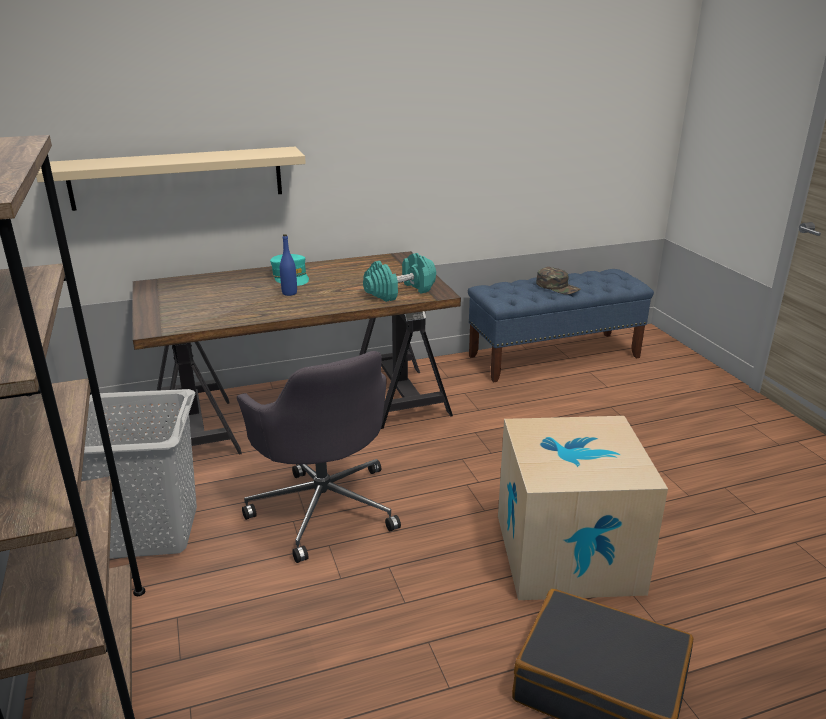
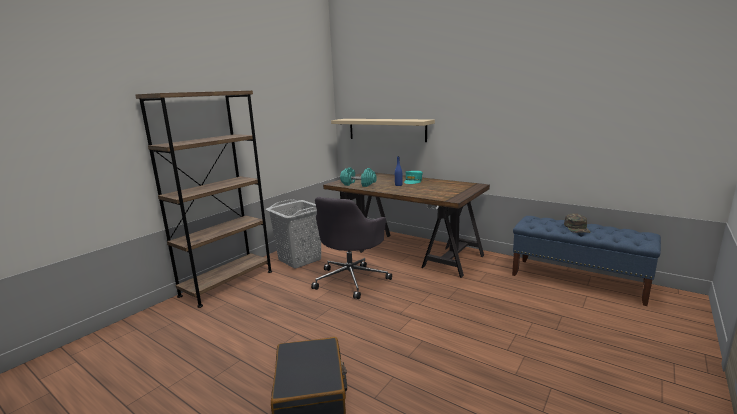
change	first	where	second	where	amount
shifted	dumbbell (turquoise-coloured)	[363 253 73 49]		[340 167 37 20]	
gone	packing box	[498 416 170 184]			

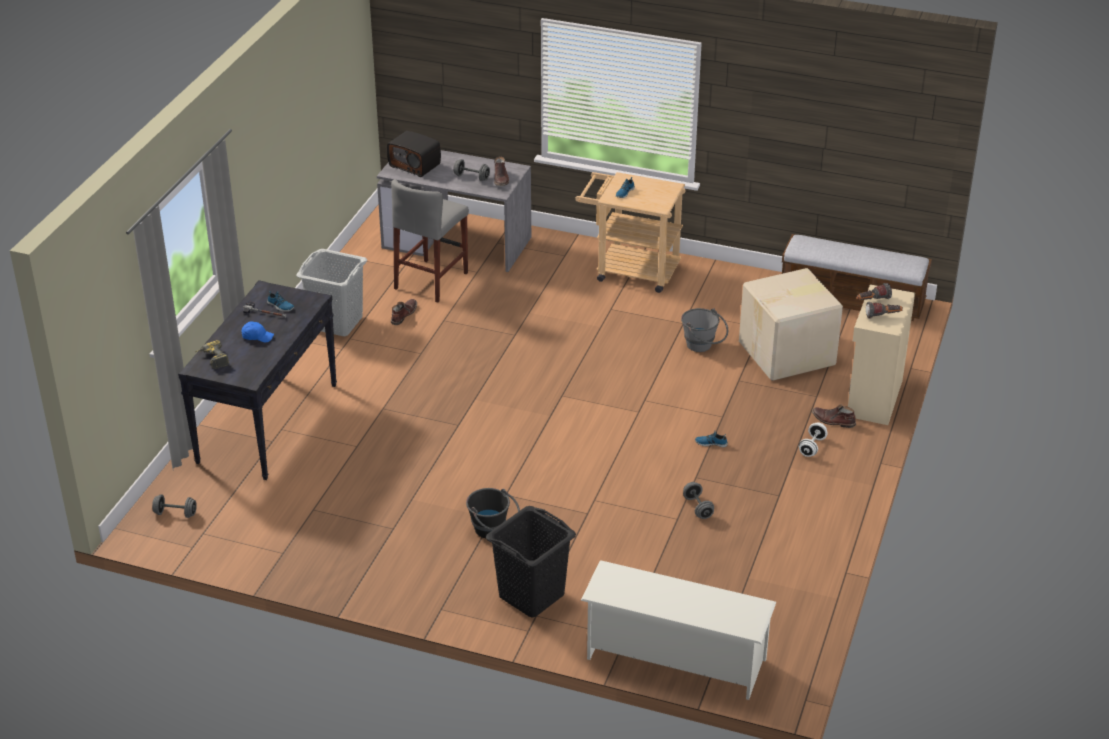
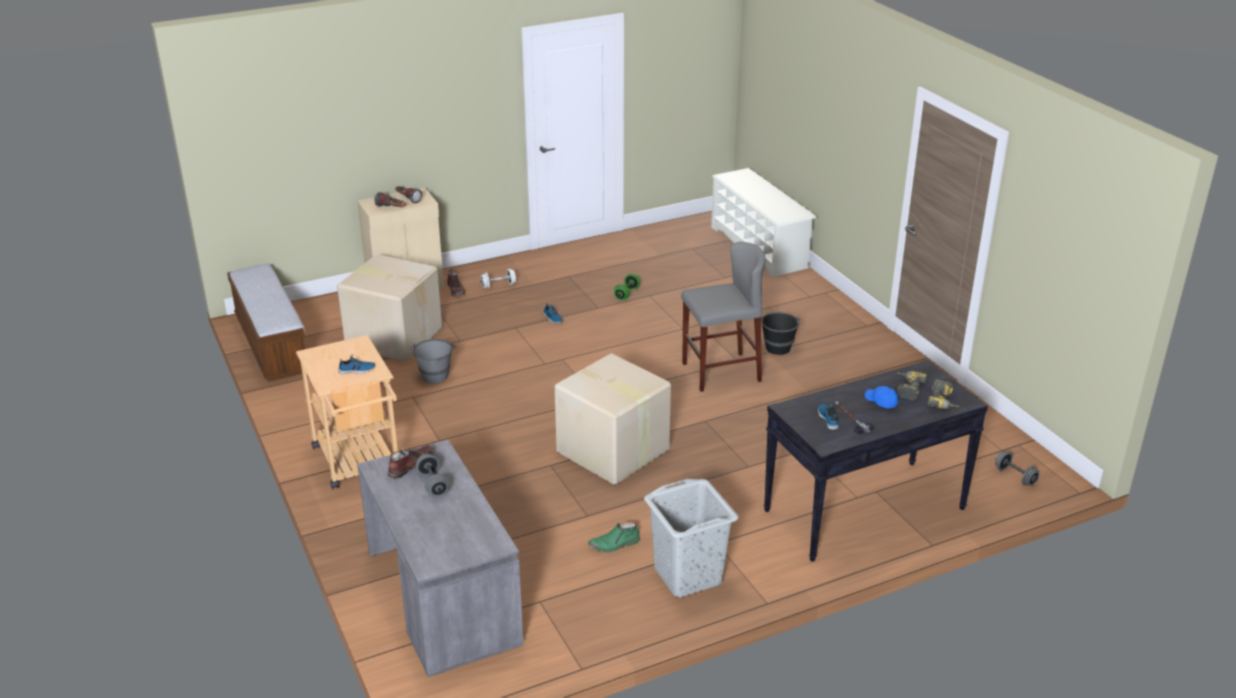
change	first	where	second	where	amount
new			packing box	[555 353 116 132]	
repainted	high-top boot (brownish)	[391 299 26 26]	high-top boot (greenish)	[588 522 52 30]	
repainted	dumbbell (greyish)	[683 482 31 37]	dumbbell (greenish)	[614 274 26 26]	
shifted	stool (greyish)	[391 179 78 123]		[681 242 85 150]	
new			drill	[897 371 30 29]	
gone	radio set	[387 131 54 46]			
gone	laundry basket (black-coloured)	[486 506 90 112]			

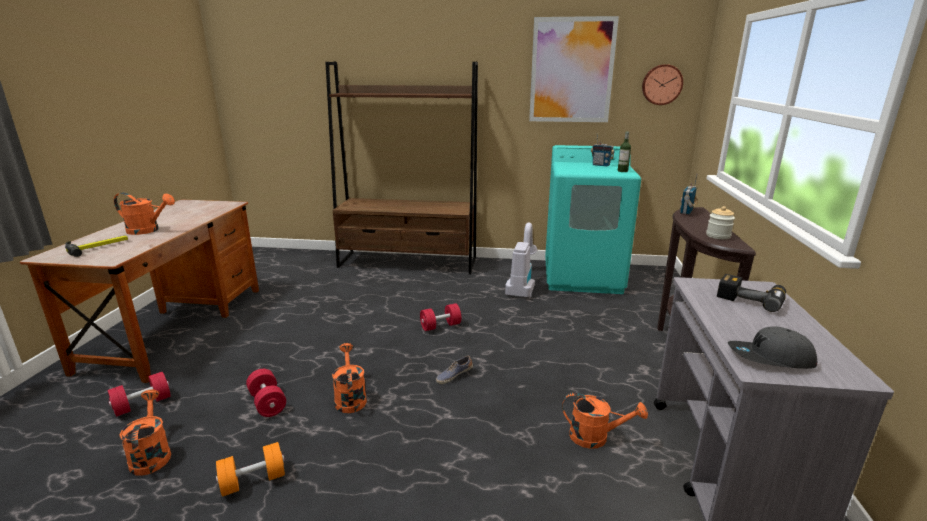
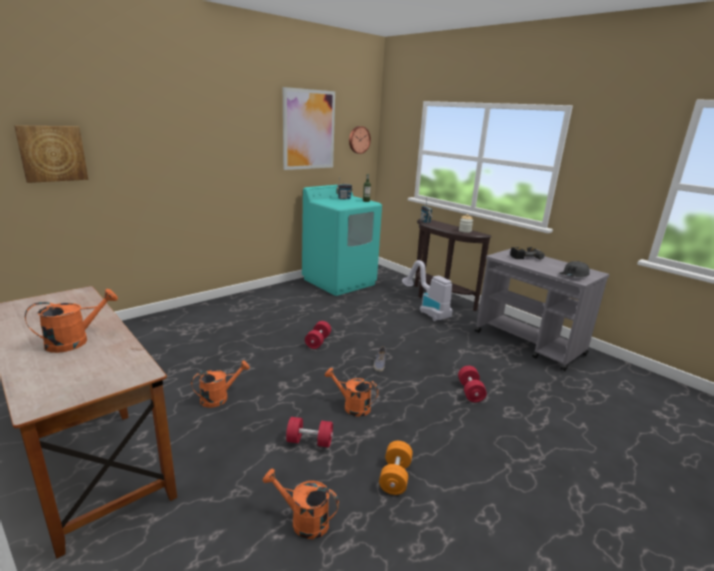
change	first	where	second	where	amount
new			wall art	[14 125 74 58]	
shifted	watering pot (orangey)	[562 392 86 57]		[191 360 59 48]	
shifted	vacuum cleaner	[505 222 32 76]		[402 260 51 61]	
shifted	dumbbell (red-coloured)	[107 372 64 45]		[458 366 29 36]	
gone	tool hammer	[65 235 63 22]			
gone	bookcase (brownish)	[325 61 153 214]			

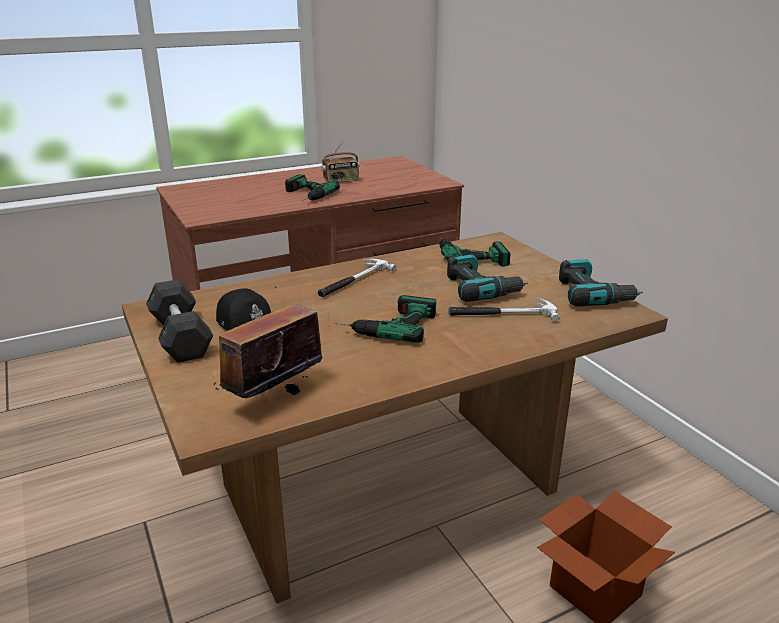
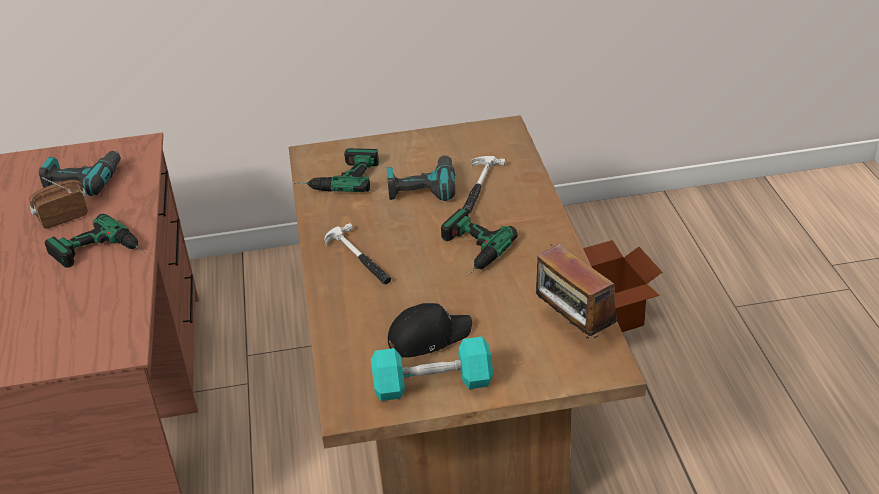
change	first	where	second	where	amount
rotated	radio set	[321 141 39 41]		[29 177 59 52]	120 degrees counterclockwise
shifted	drill	[559 259 84 48]		[39 151 82 45]	
repainted	dumbbell (greyish)	[146 279 67 84]	dumbbell (turquoise-coloured)	[371 337 122 64]	

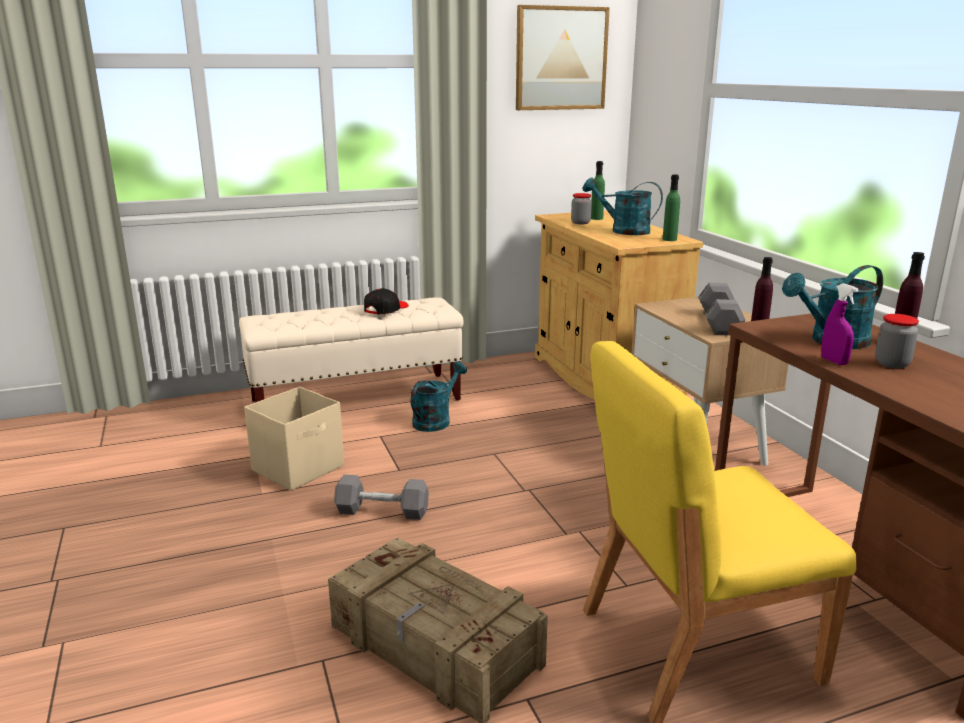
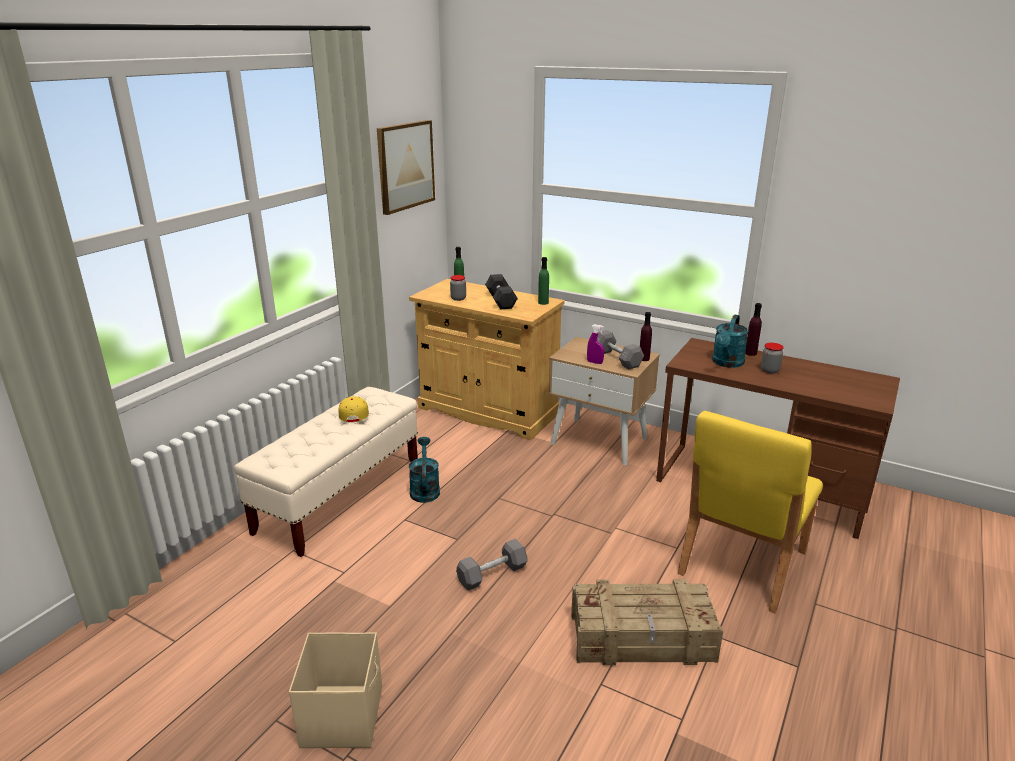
change	first	where	second	where	amount
shifted	storage box (beige)	[244 387 100 104]		[289 632 93 116]	
repainted	cap (black-coloured)	[364 289 45 25]	cap (yellow)	[339 396 30 26]	
swapped	watering pot (turquoise-coloured)	[583 178 80 57]	dumbbell (black-coloured)	[485 274 33 36]	
shifted	sprayer (purple)	[821 283 38 82]		[587 324 17 40]	

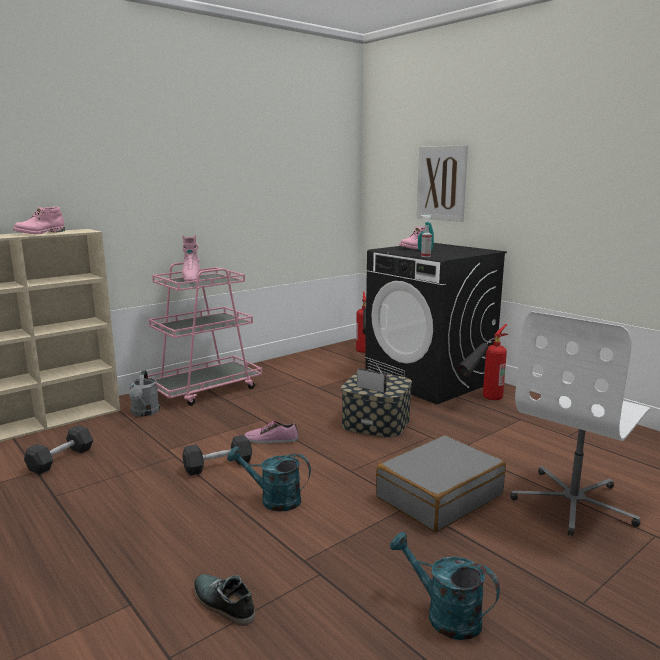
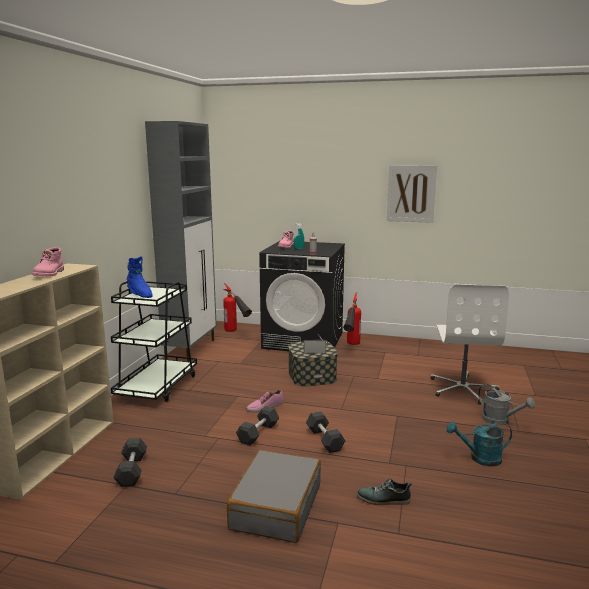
change	first	where	second	where	amount
repainted	trolley (pink-coloured)	[148 262 114 144]	trolley (black-coloured)	[111 281 86 121]	
repainted	high-top boot (pink-coloured)	[182 235 18 47]	high-top boot (blue-coloured)	[127 256 26 42]	
new			cupboard (greyish)	[145 121 72 241]	
shifted	piece of luggage (greyish)	[376 435 130 97]		[227 450 94 93]	
swapped	watering pot (turquoise-coloured)	[227 446 84 65]	dumbbell (greyish)	[306 411 39 42]	
shifted	wall art	[416 145 52 77]		[387 165 50 58]	
shifted	watering pot (greyish)	[129 370 31 46]		[478 384 57 40]	

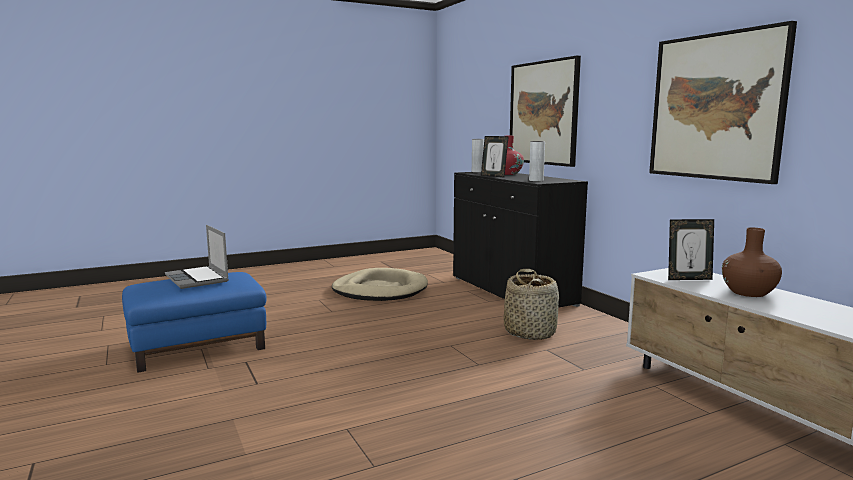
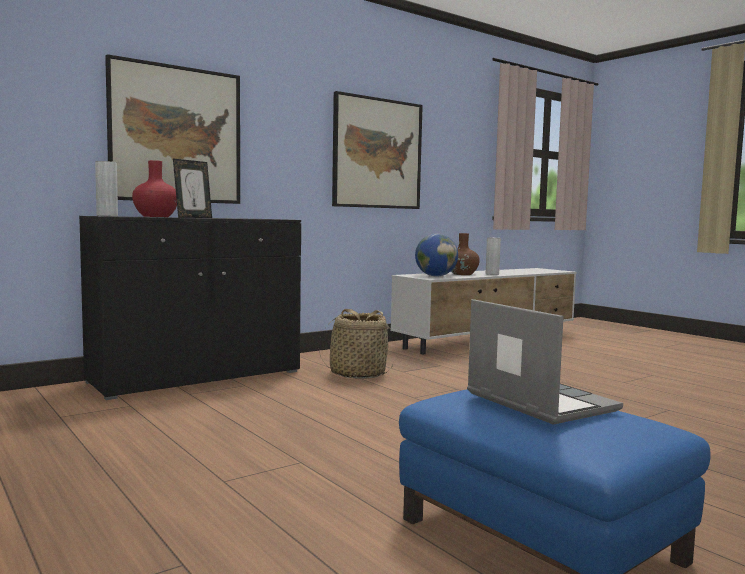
change	first	where	second	where	amount
swapped	standing frame	[668 219 46 61]	world globe	[415 233 43 44]	
rotated	laptop	[165 225 64 64]		[467 299 156 126]	75 degrees counterclockwise
shifted	decorative vase (greyish)	[529 141 16 41]		[486 238 15 37]	
gone	dog bed (beige)	[332 268 96 33]			

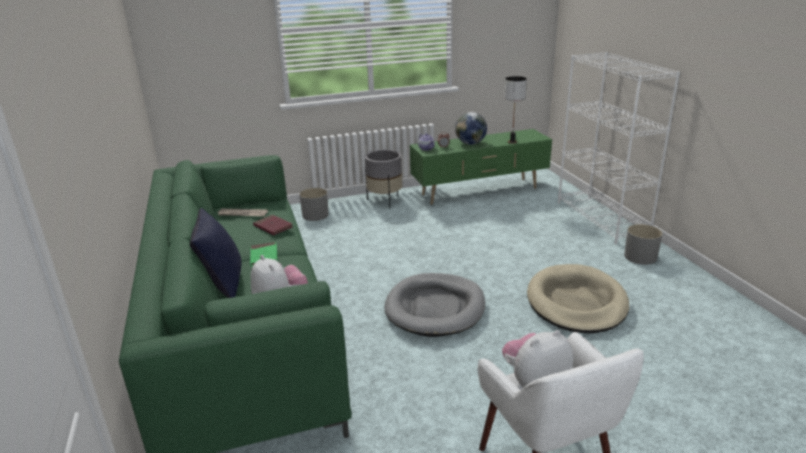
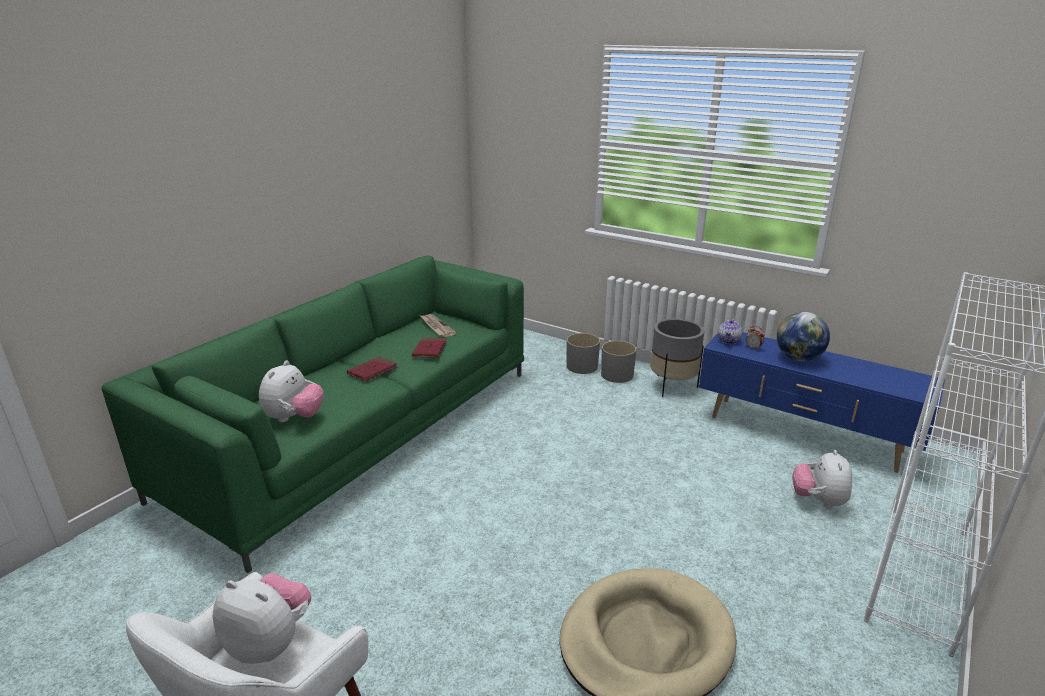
change	first	where	second	where	amount
repainted	book (greenish)	[250 242 28 24]	book (red-coloured)	[347 357 51 25]	
shifted	flower pot (greyish)	[624 224 38 41]		[601 341 35 42]	
repainted	tv stand (greenish)	[410 129 143 76]	tv stand (blue-coloured)	[699 332 246 141]	
new			cuddly toy	[792 450 60 58]	
gone	throw pillow (blue-coloured)	[190 208 52 90]			
gone	dog bed (greyish)	[384 273 101 64]			
gone	lamp for a table	[504 76 23 68]			

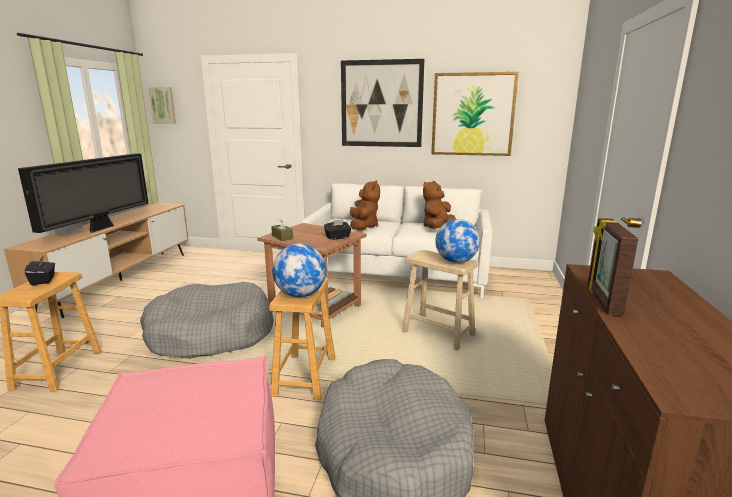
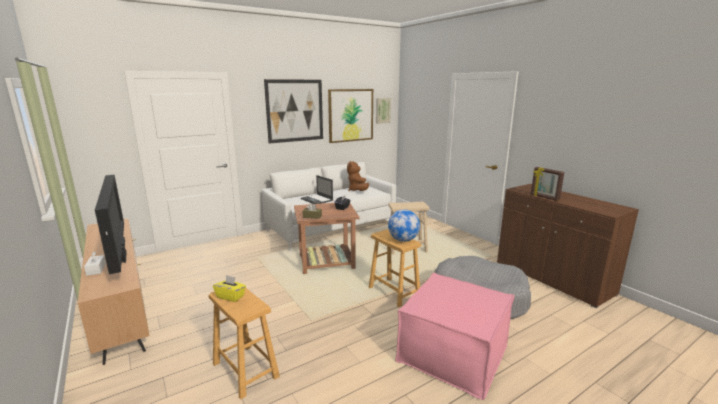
change	first	where	second	where	amount
repainted	tissue box (black-coloured)	[25 256 30 29]	tissue box (yellow)	[213 275 33 27]	
swapped	cuddly toy (brownish)	[350 180 30 51]	laptop	[301 175 32 29]	
shifted	wall art	[148 87 28 37]		[376 98 15 26]	
gone	dog bed (greyish)	[140 282 134 77]			
gone	world globe	[435 219 45 44]			

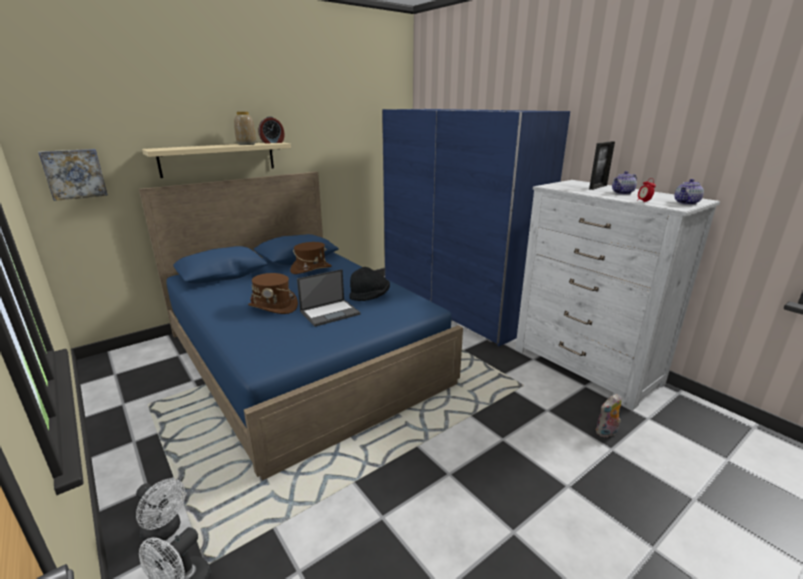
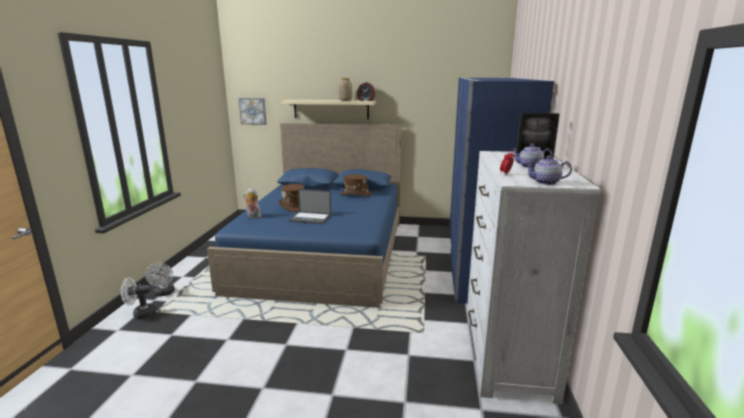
change	first	where	second	where	amount
shifted	cuddly toy	[595 394 26 44]		[243 188 18 30]	
gone	clothing hat (black-coloured)	[349 267 41 34]			

